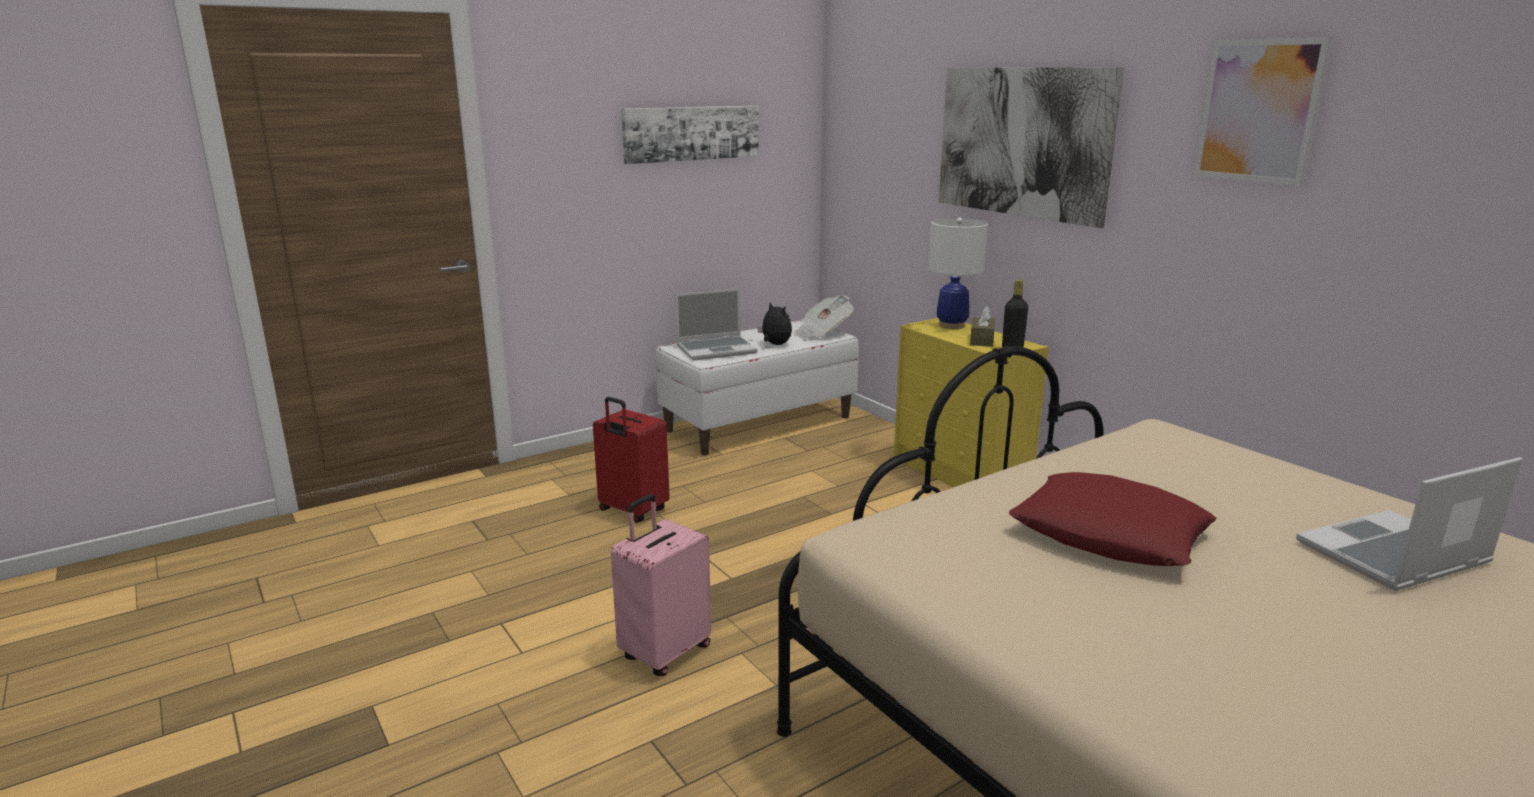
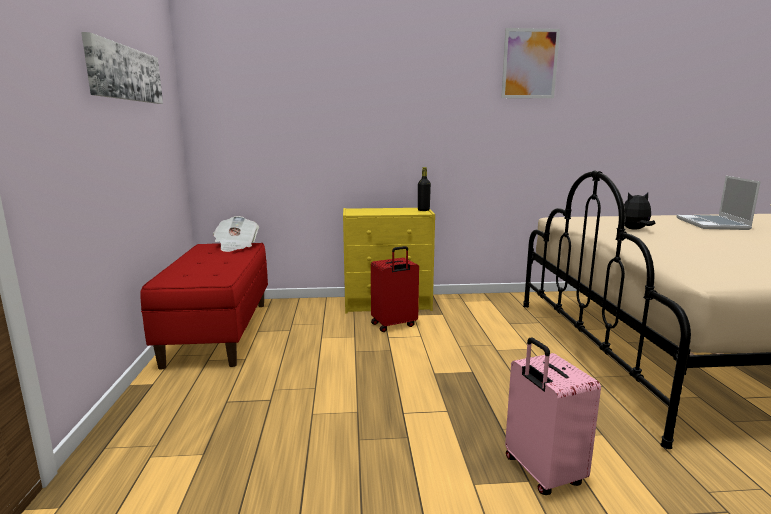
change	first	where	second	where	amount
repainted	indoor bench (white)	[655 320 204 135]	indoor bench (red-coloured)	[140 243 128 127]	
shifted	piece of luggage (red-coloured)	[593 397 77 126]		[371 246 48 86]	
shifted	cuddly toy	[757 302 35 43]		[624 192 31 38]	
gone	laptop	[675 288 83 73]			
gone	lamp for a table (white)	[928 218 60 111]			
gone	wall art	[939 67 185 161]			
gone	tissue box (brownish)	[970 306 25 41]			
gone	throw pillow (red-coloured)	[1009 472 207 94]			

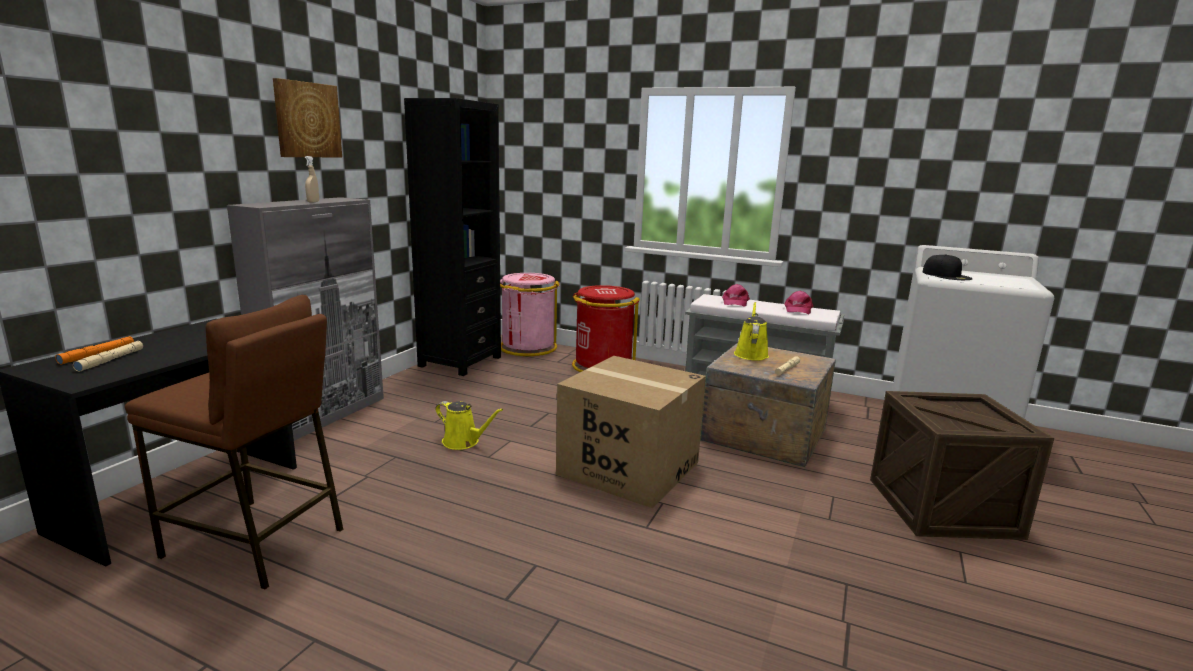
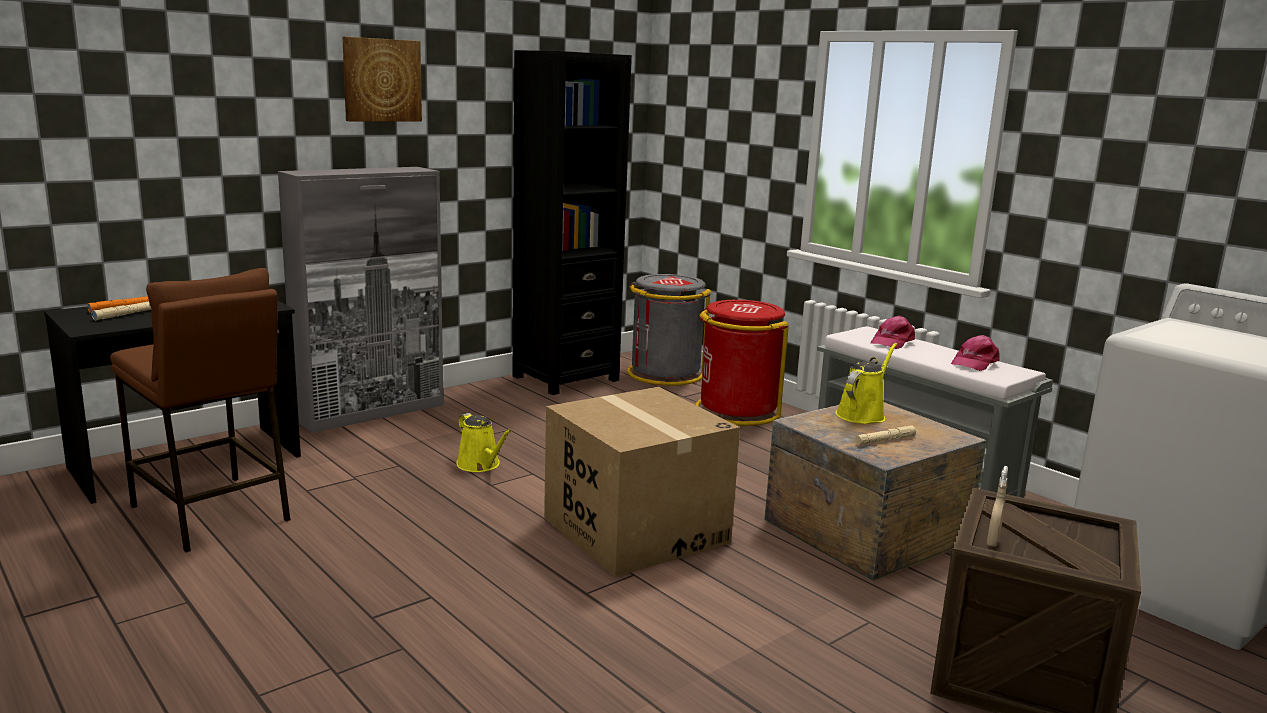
change	first	where	second	where	amount
repainted	trash can (pink-coloured)	[500 273 60 83]	trash can (greyish)	[627 274 84 112]	
shifted	sprayer (beige)	[305 156 14 47]		[987 466 21 81]	
gone	cap (black-coloured)	[922 254 50 26]			

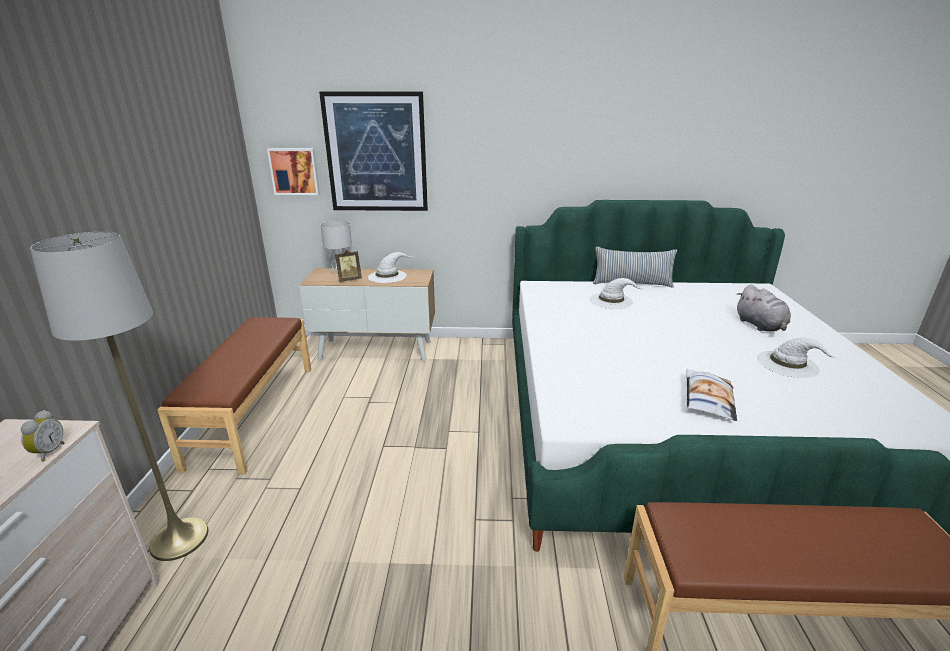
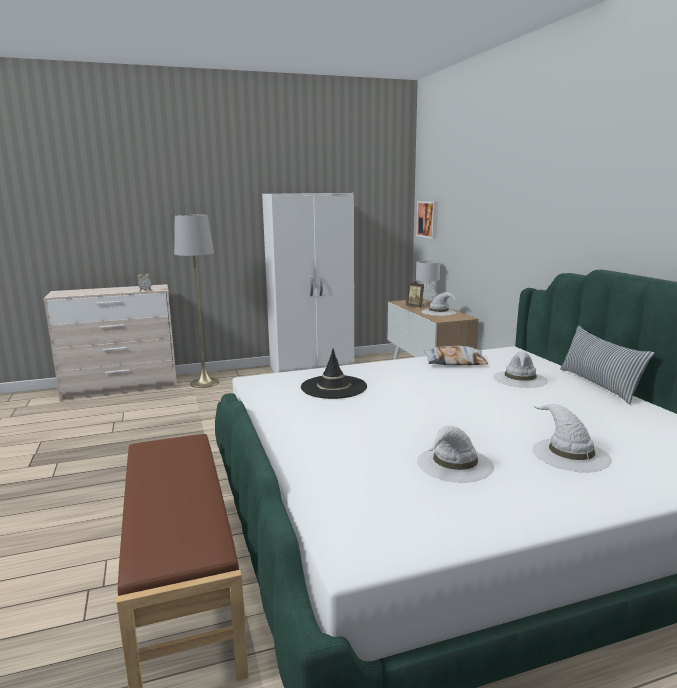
change	first	where	second	where	amount
swapped	indoor bench (brownish)	[157 317 154 157]	wardrobe (white)	[262 193 92 180]	
new			clothing hat (black-coloured)	[301 348 66 51]	
shifted	throw pillow	[686 369 51 52]		[423 346 65 19]	
swapped	cuddly toy (greyish)	[736 285 55 46]	clothing hat (white)	[532 404 80 69]	
gone	wall art	[319 92 109 119]			

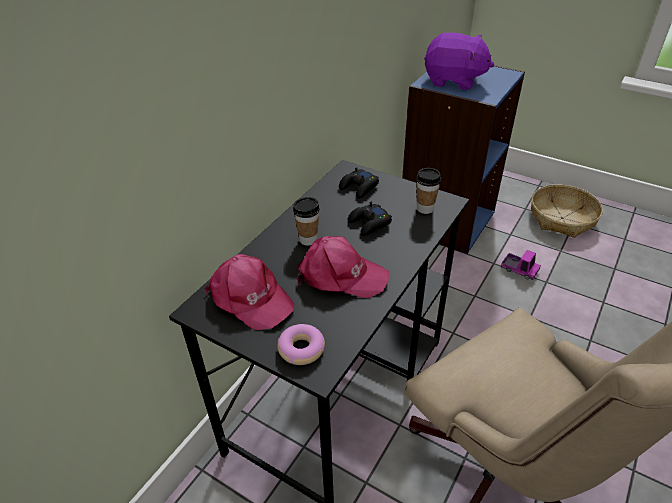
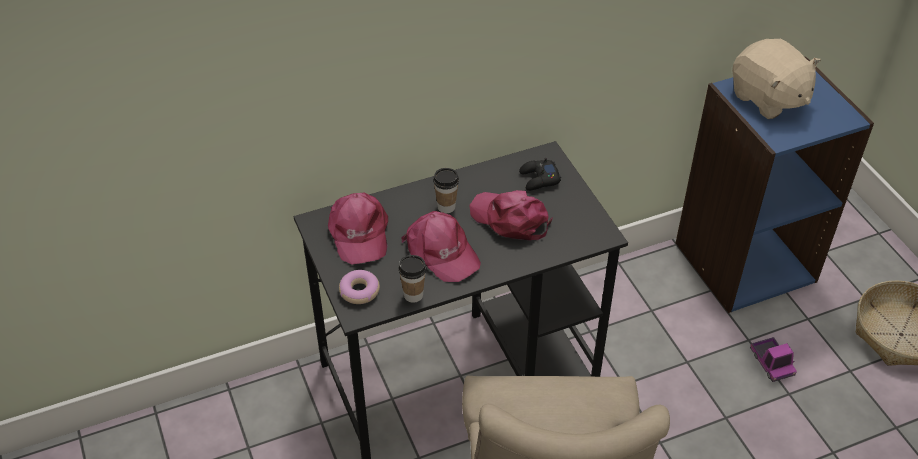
change	first	where	second	where	amount
shifted	drinking cup	[416 168 25 46]		[398 255 28 48]	
swapped	game controller (black-coloured)	[348 202 44 34]	cap (pink-coloured)	[469 190 83 51]	
repainted	cuddly toy (purple)	[424 33 70 57]	cuddly toy (beige)	[732 39 89 80]	

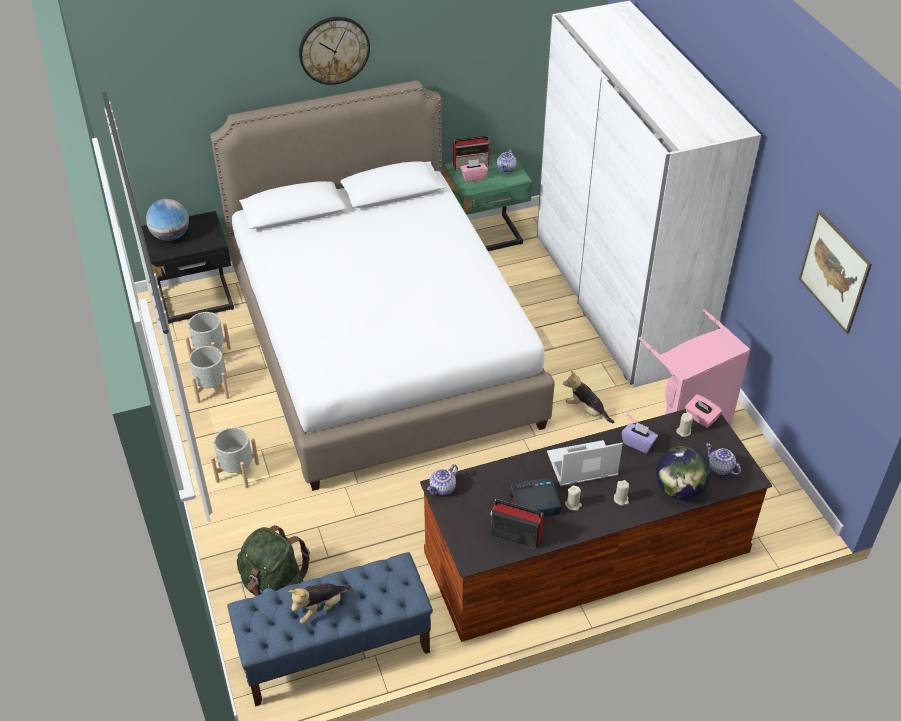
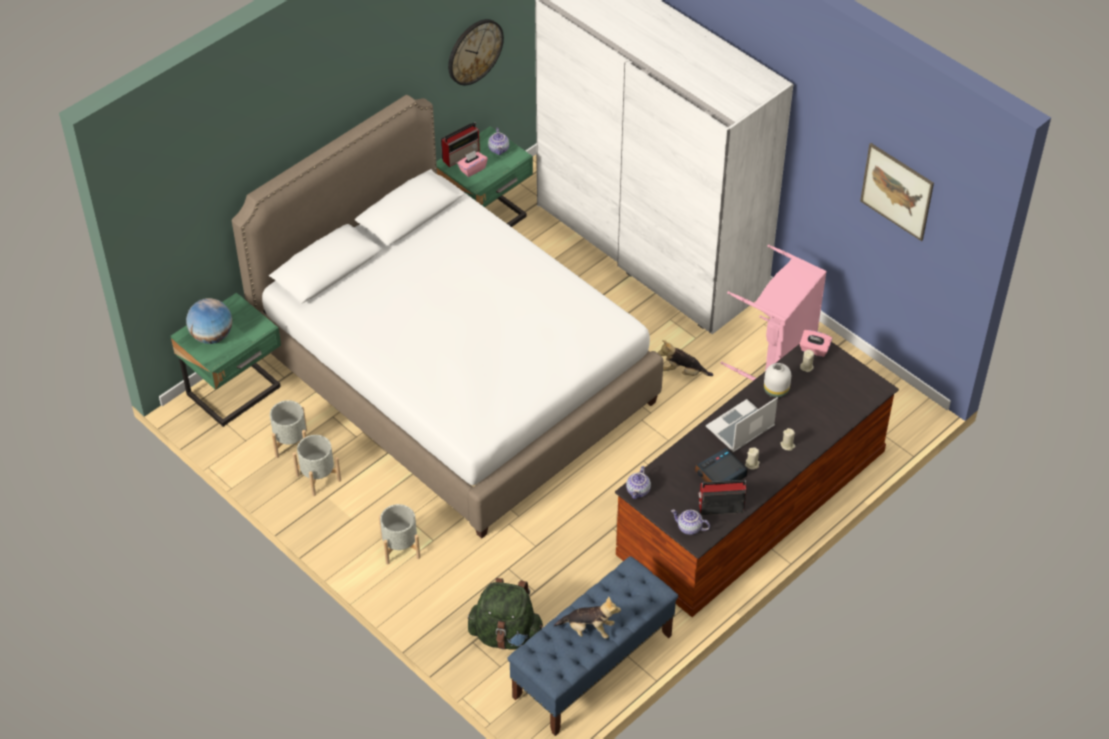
change	first	where	second	where	amount
repainted	bedside table (black-coloured)	[141 211 93 113]	bedside table (greenish)	[171 293 110 134]	
shifted	clock on the wall	[299 17 71 68]		[448 19 56 66]	
rotated	cuddly toy	[288 583 63 41]		[554 597 67 42]	105 degrees counterclockwise
shifted	pot for tea	[706 443 35 32]		[671 510 39 25]	
swapped	tissue box (purple)	[621 422 37 31]	decorative vase (white)	[764 363 27 35]	
gone	world globe	[656 446 55 54]			

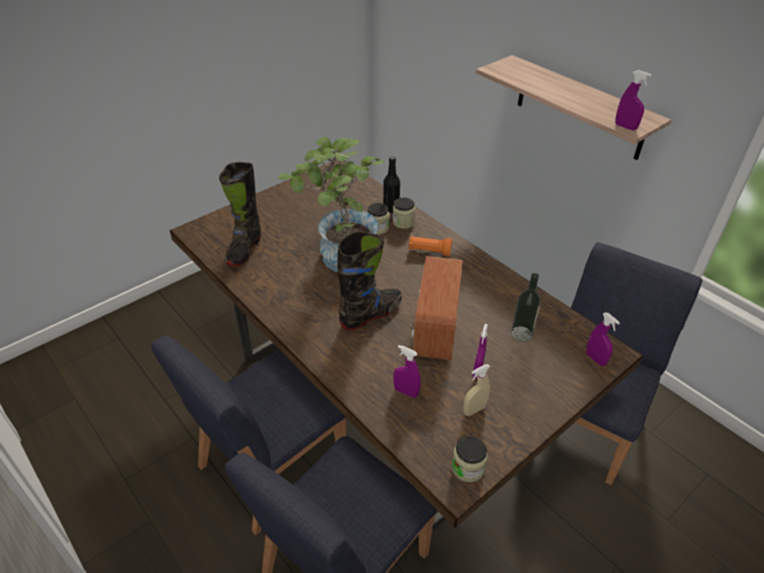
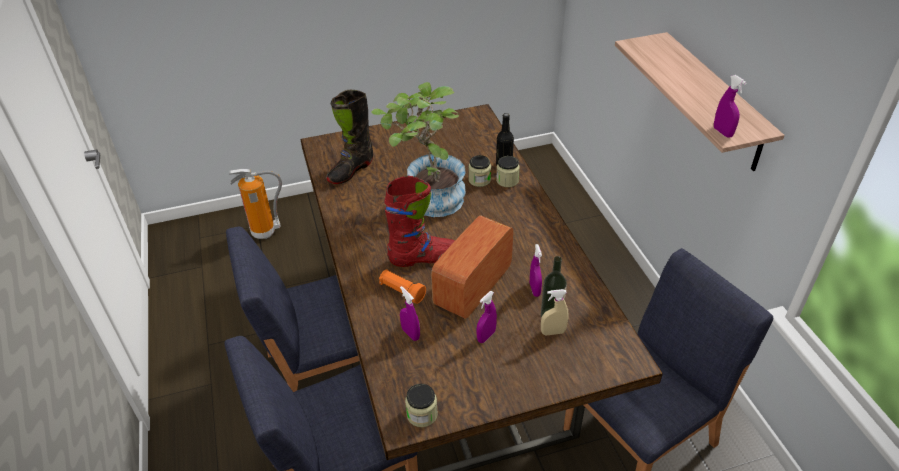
change	first	where	second	where	amount
new			extinguisher	[229 169 53 70]	
shifted	flashlight (orangey)	[409 236 43 20]		[379 269 47 35]	
repainted	high-top boot (black-coloured)	[337 231 65 99]	high-top boot (red-coloured)	[384 176 71 91]	
shifted	sprayer (purple)	[586 312 34 54]		[530 244 12 53]	
shifted	sprayer (beige)	[463 364 27 52]		[541 289 28 47]	

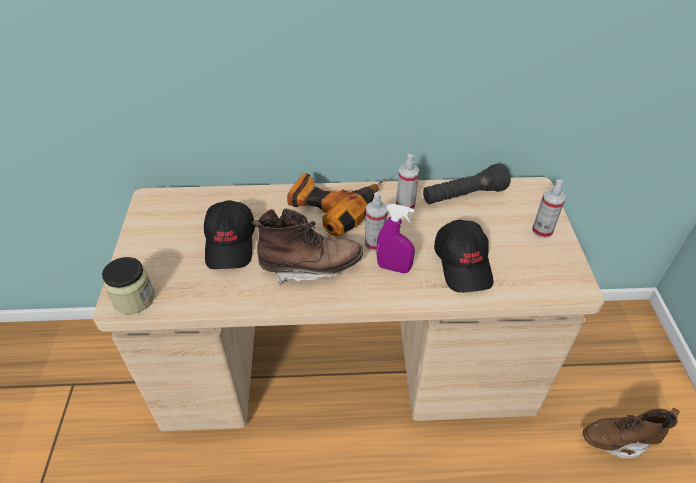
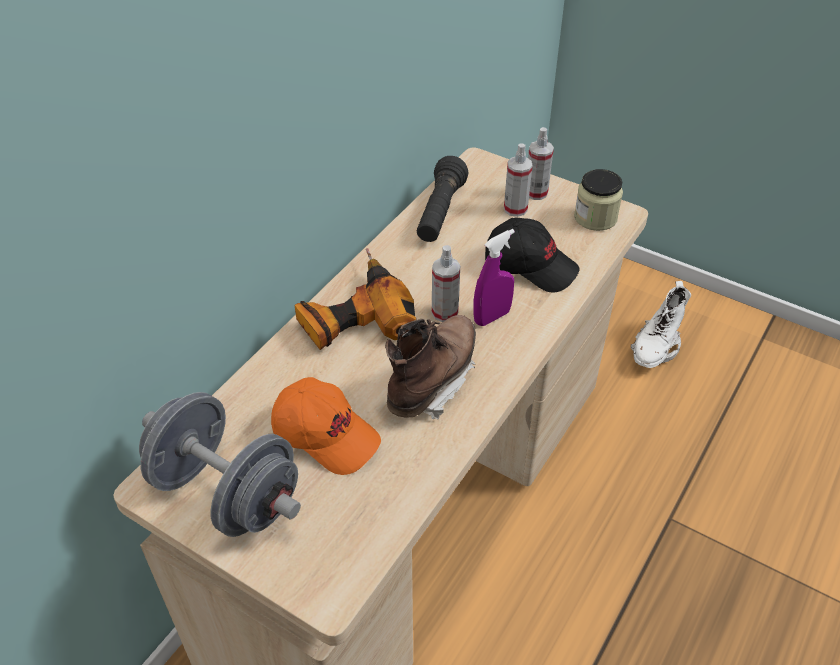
change	first	where	second	where	amount
new			dumbbell (greyish)	[139 392 162 145]	
repainted	cap (black-coloured)	[204 200 51 69]	cap (orangey)	[271 377 110 98]	
shifted	sprayer	[396 154 23 55]		[504 143 28 74]	
shifted	preserve jar	[102 257 53 57]		[574 169 49 62]	
repainted	high-top boot (brownish)	[583 407 97 51]	high-top boot (white)	[631 281 60 87]	

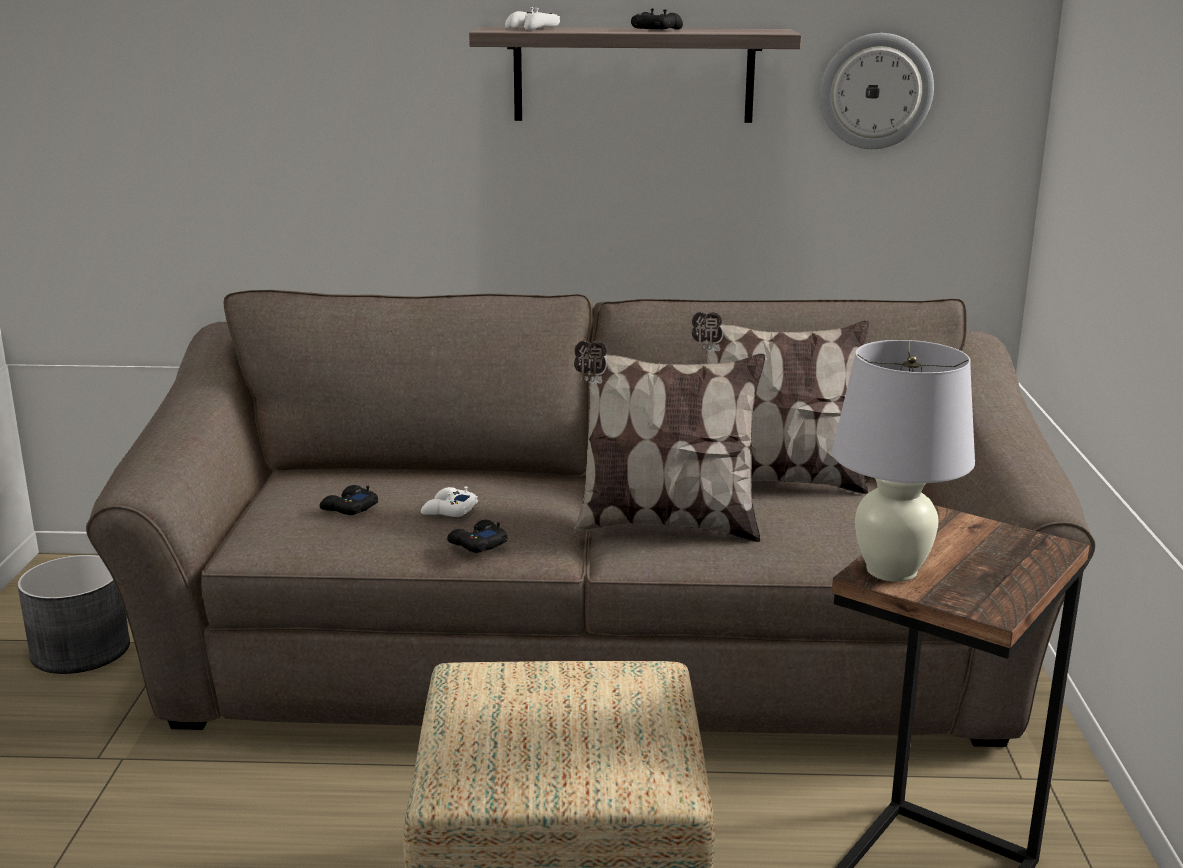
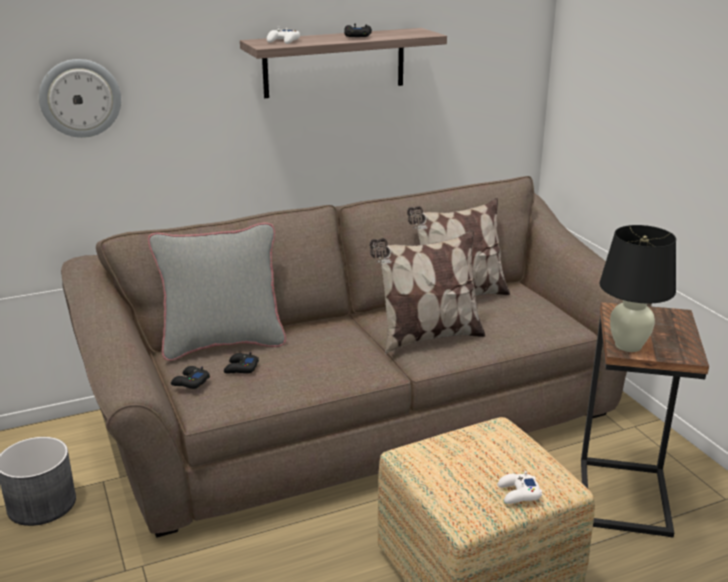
change	first	where	second	where	amount
shifted	clock on the wall	[819 33 115 116]		[39 59 82 79]	
new			throw pillow (greyish)	[148 223 138 138]	
shifted	game controller (black-coloured)	[447 520 61 33]		[171 366 39 23]	
shifted	game controller (white)	[421 486 57 31]		[498 471 44 33]	
repainted	lamp for a table (white)	[832 340 143 242]	lamp for a table (black-coloured)	[600 225 76 127]	

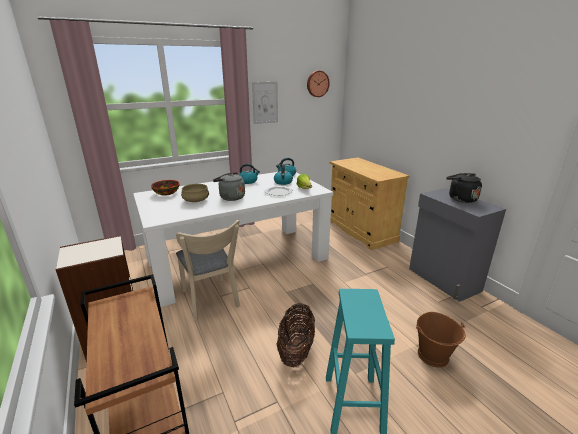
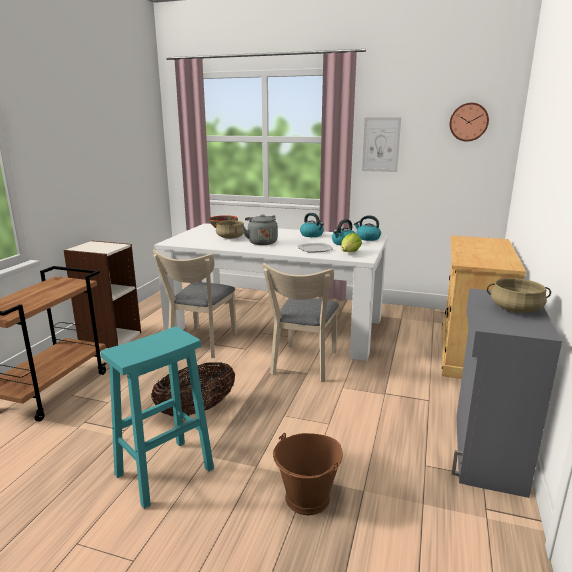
change	first	where	second	where	amount
new			chair (beige)	[262 263 77 119]	
swapped	tea kettle (black-coloured)	[446 173 36 30]	stockpot (beige)	[487 278 64 35]	

